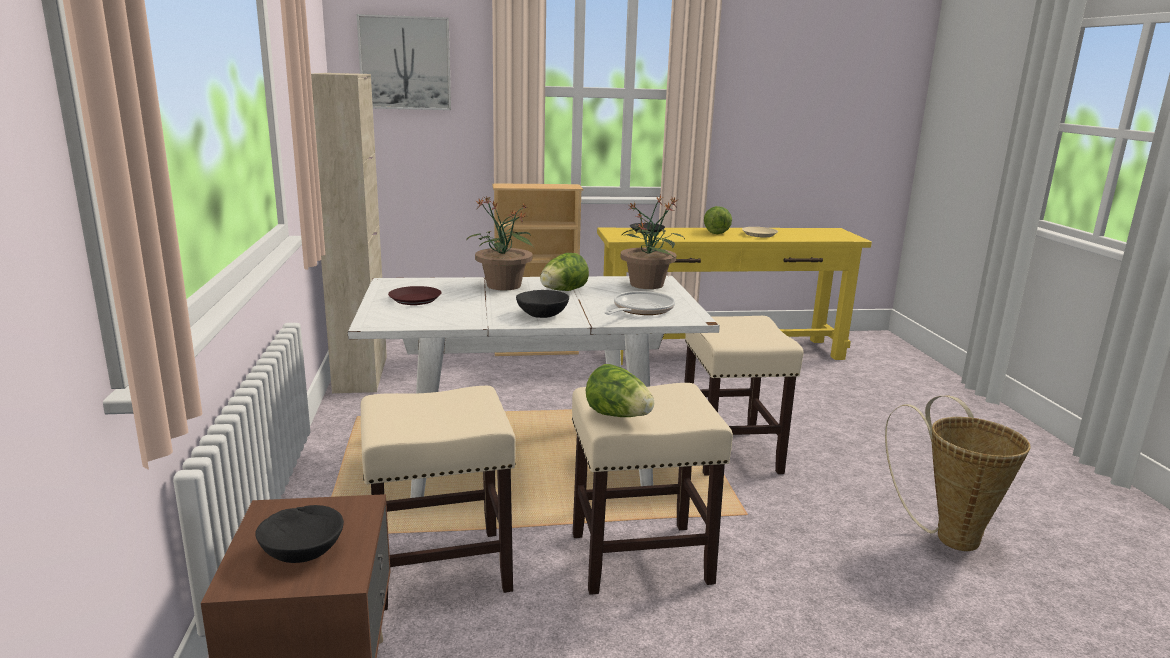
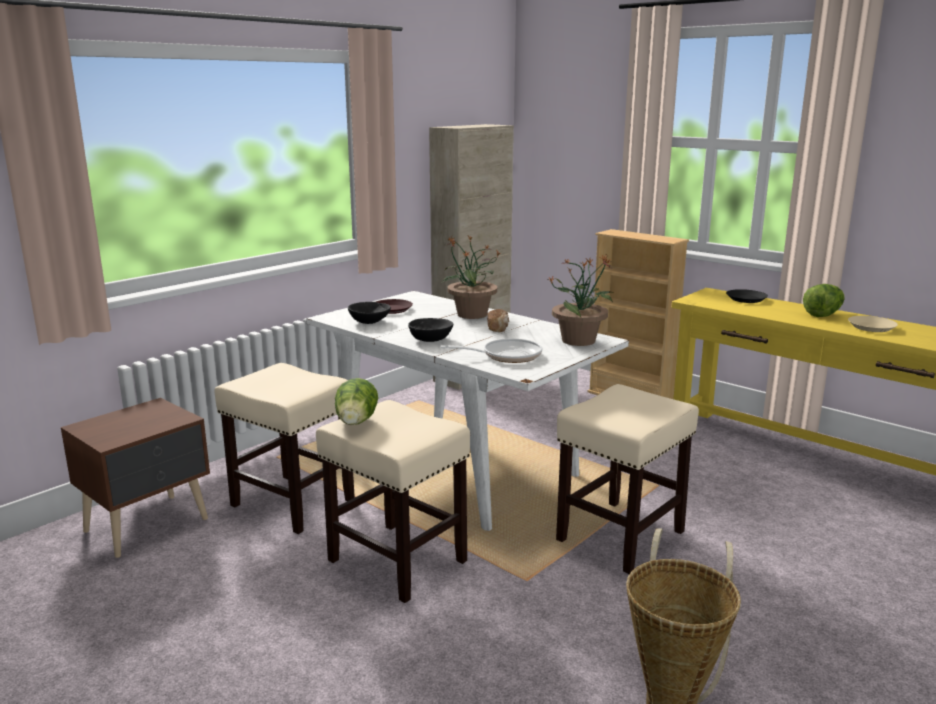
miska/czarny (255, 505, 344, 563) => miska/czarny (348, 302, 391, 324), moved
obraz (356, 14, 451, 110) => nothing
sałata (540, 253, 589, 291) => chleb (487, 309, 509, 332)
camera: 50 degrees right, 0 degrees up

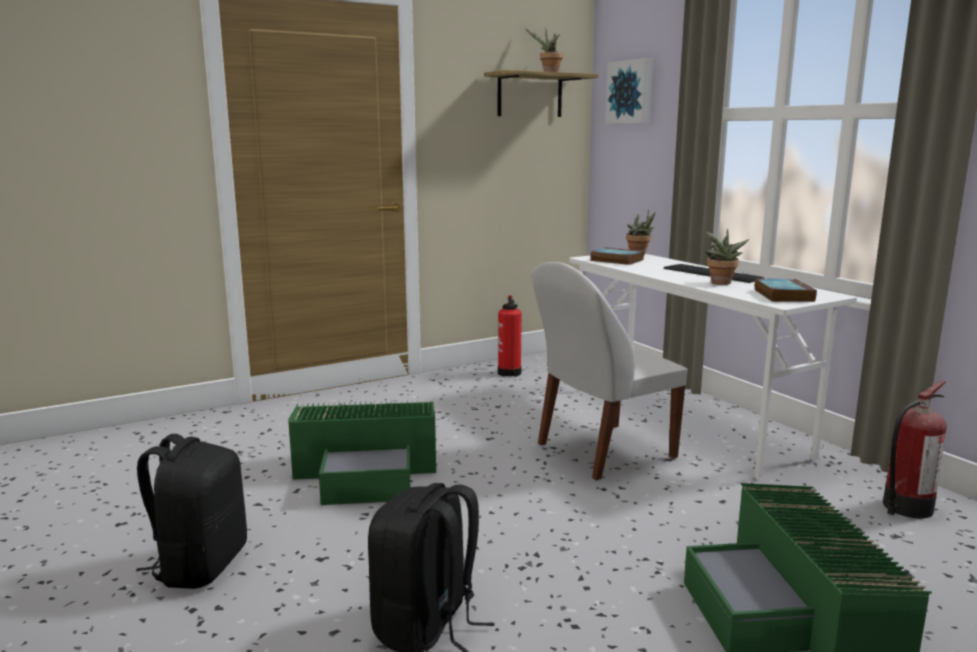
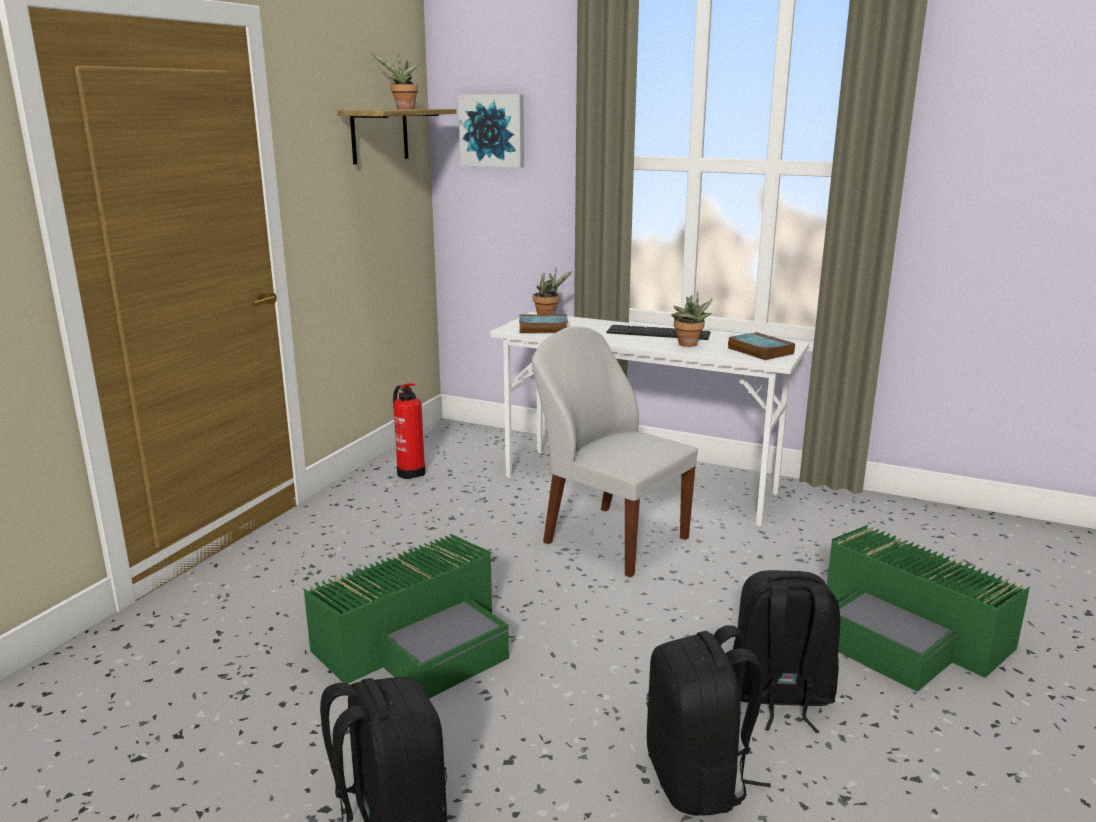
krzesło/biały (531, 262, 687, 480) => krzesło/biały (532, 327, 698, 578), 105 degrees clockwise
gaśnica (883, 381, 947, 518) => nothing
nothing => plecak/czarny (733, 570, 840, 733)
camera: 35 degrees left, 5 degrees up

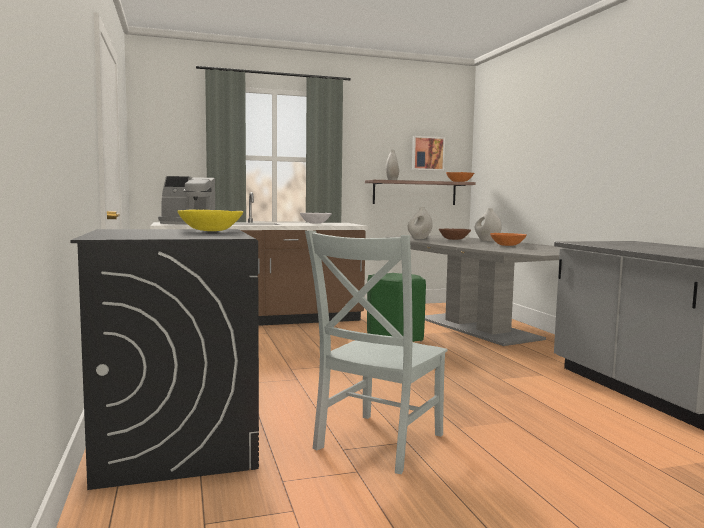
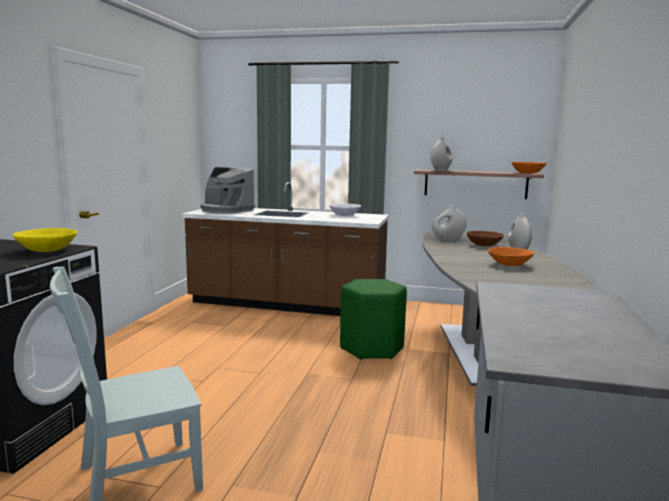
obraz (412, 136, 445, 171) => nothing
camera: 30 degrees right, 5 degrees up

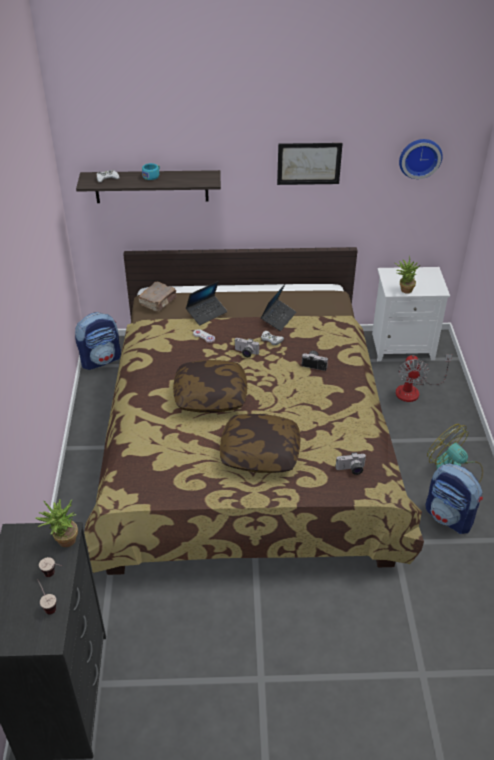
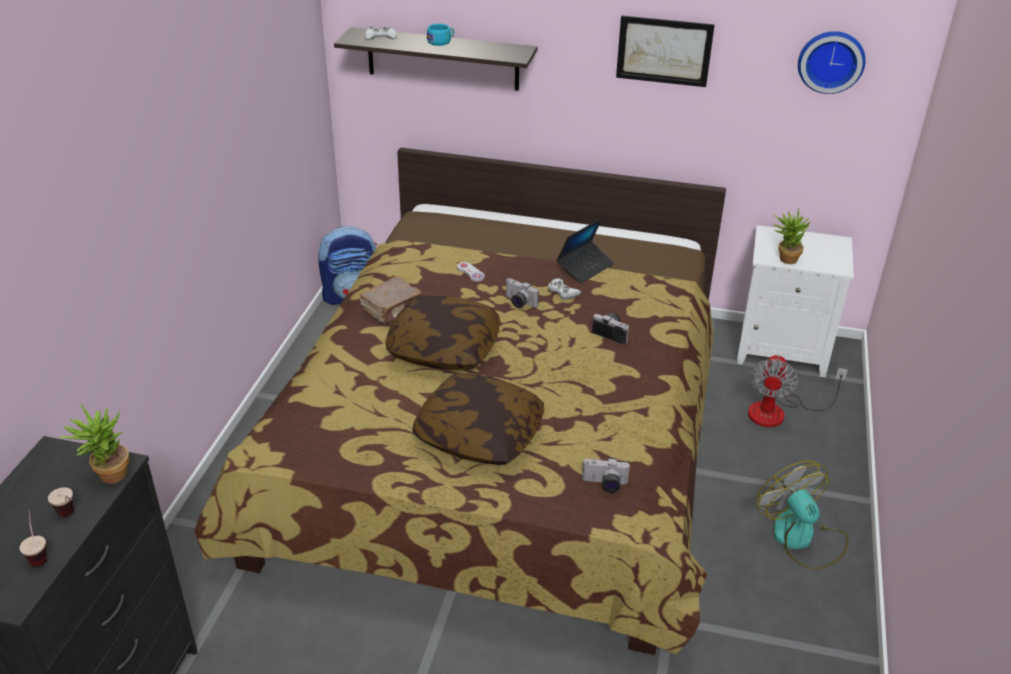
książka/brązowy (139, 282, 177, 312) => książka/brązowy (360, 276, 422, 323), moved
laptop (186, 281, 227, 325) => nothing
plecak (426, 463, 483, 534) => nothing
camera: 15 degrees right, 5 degrees down

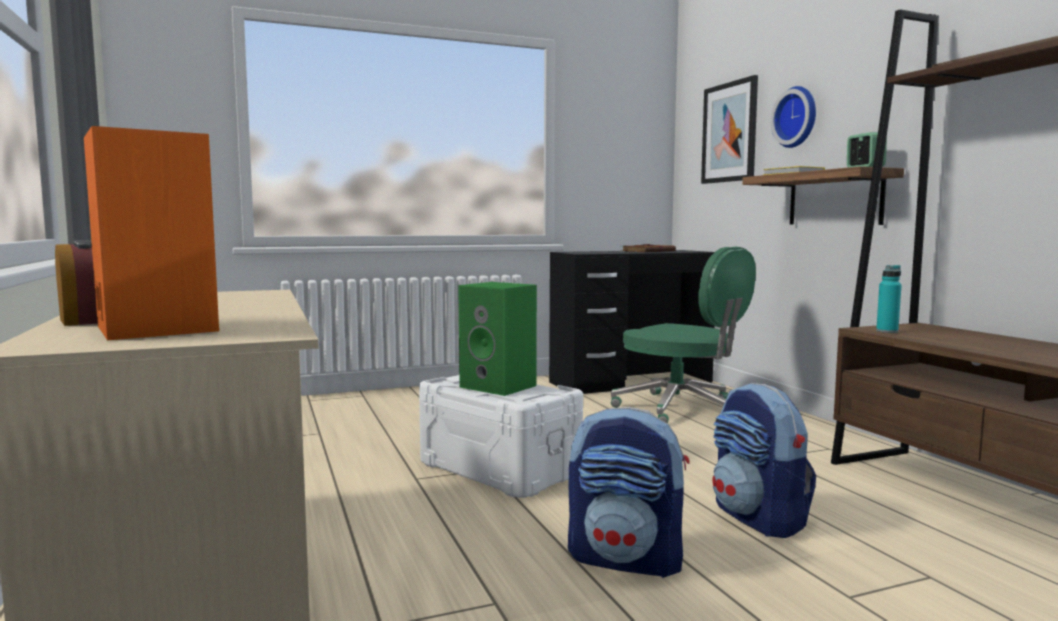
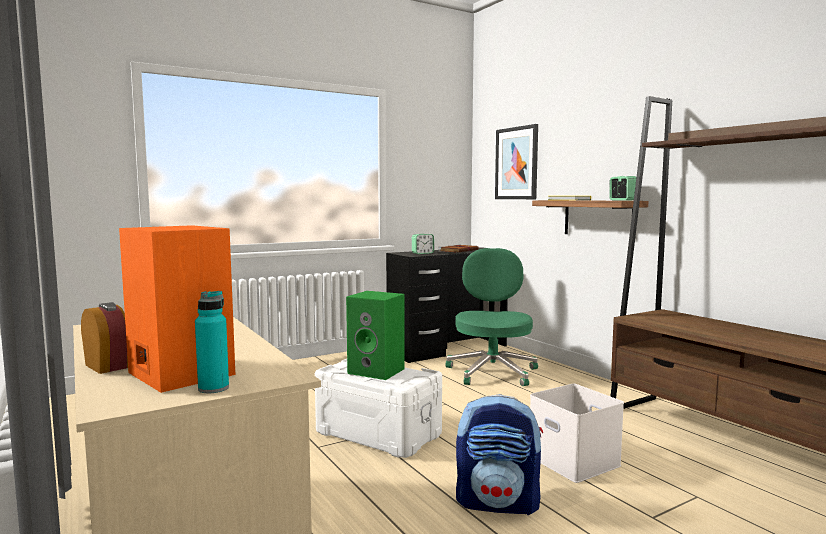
krzesło biurowe/zielony (611, 247, 756, 423) => krzesło biurowe/zielony (446, 248, 538, 386), 120 degrees counterclockwise
plecak (713, 383, 816, 538) => pojemnik do przechowywania/biały (530, 384, 624, 483)
zegar ścienny (771, 86, 816, 148) => nothing
butelka/turkusowy (876, 265, 902, 333) => butelka/turkusowy (195, 291, 229, 393), moved
nothing => budzik (412, 234, 434, 254)
camera: 10 degrees left, 0 degrees up

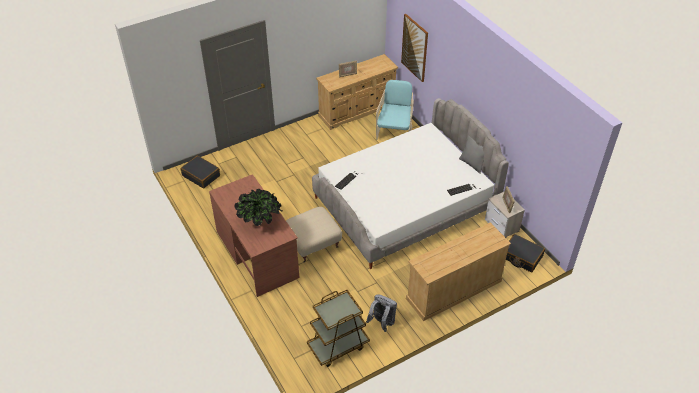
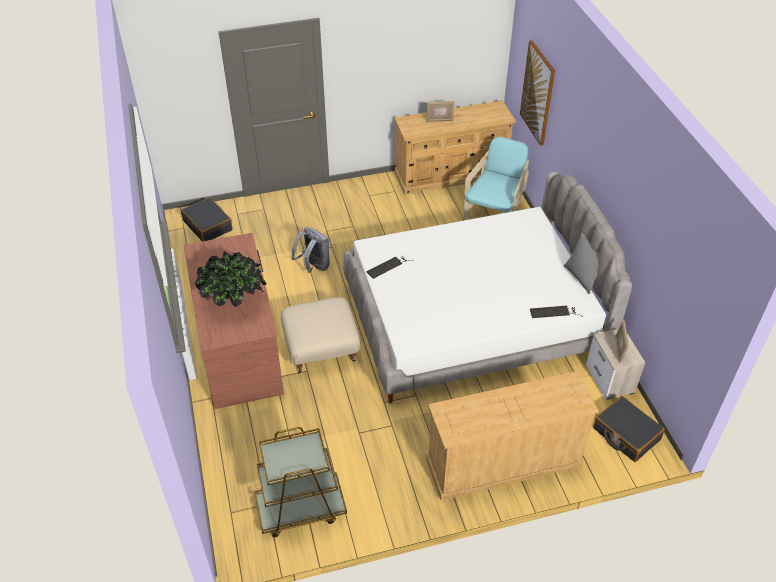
plecak/szary (366, 295, 397, 332) => plecak/szary (292, 227, 330, 273), moved
camera: 15 degrees right, 0 degrees up

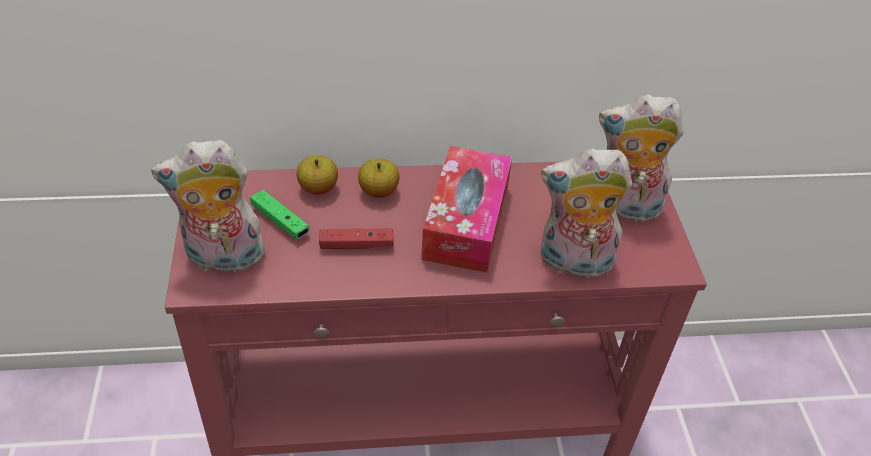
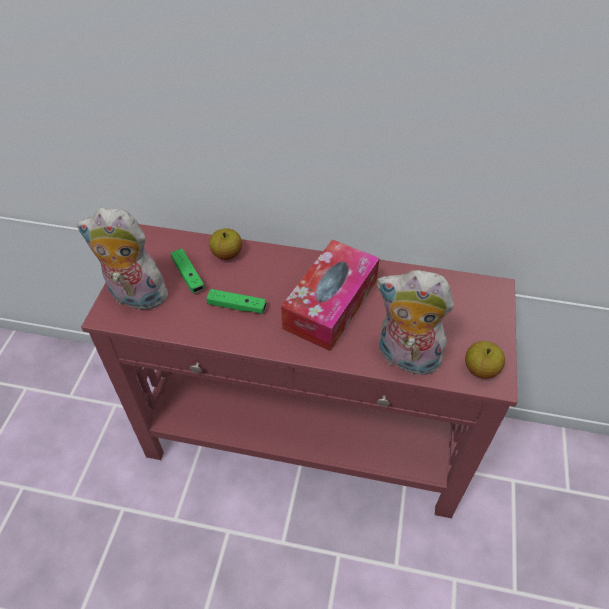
pad do gier/czerwony (319, 228, 394, 249) => pad do gier/zielony (206, 289, 267, 314)
jabłko (358, 159, 399, 198) => jabłko (465, 341, 505, 379), moved
pluszak (599, 94, 684, 222) => nothing
camera: 20 degrees right, 5 degrees up

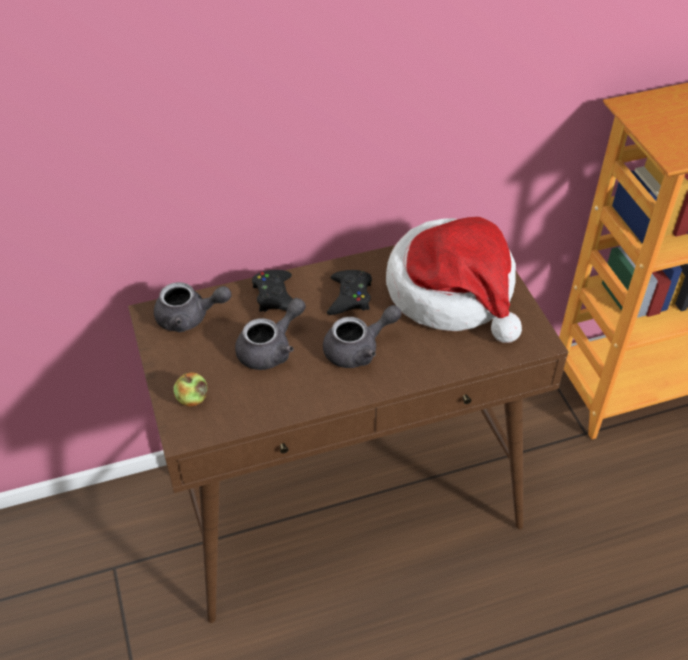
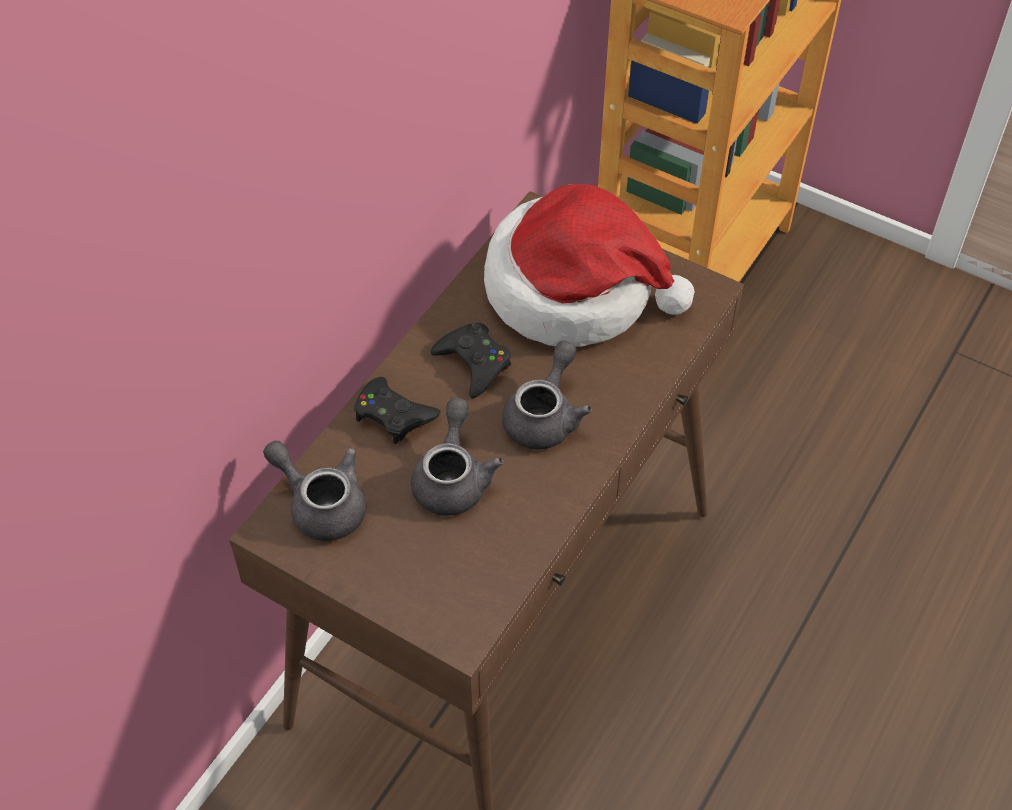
imbryk/szary (154, 282, 231, 332) => imbryk/szary (263, 441, 366, 541), 105 degrees counterclockwise
jabłko (174, 372, 208, 406) => nothing
camera: 40 degrees left, 5 degrees up

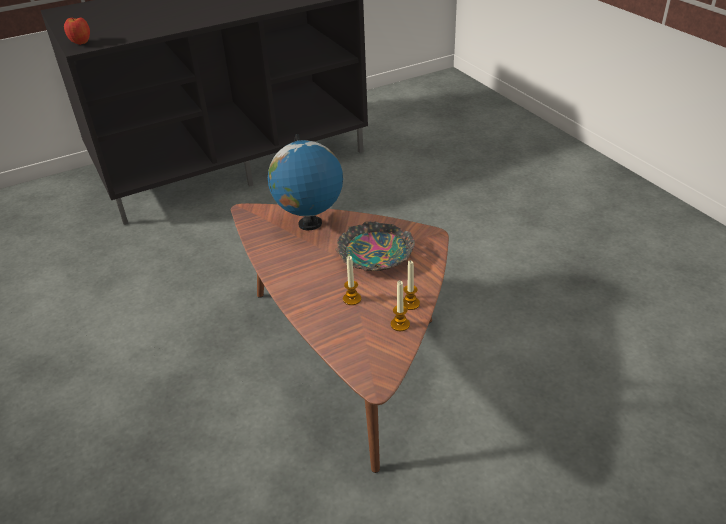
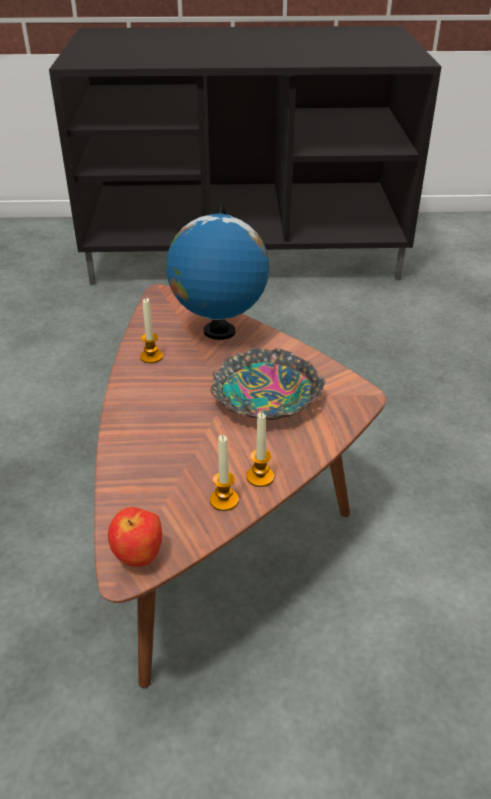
jabłko (64, 17, 90, 45) => jabłko (108, 507, 162, 567), moved
świeca (343, 256, 361, 305) => świeca (140, 298, 163, 363), moved
camera: 25 degrees right, 0 degrees up

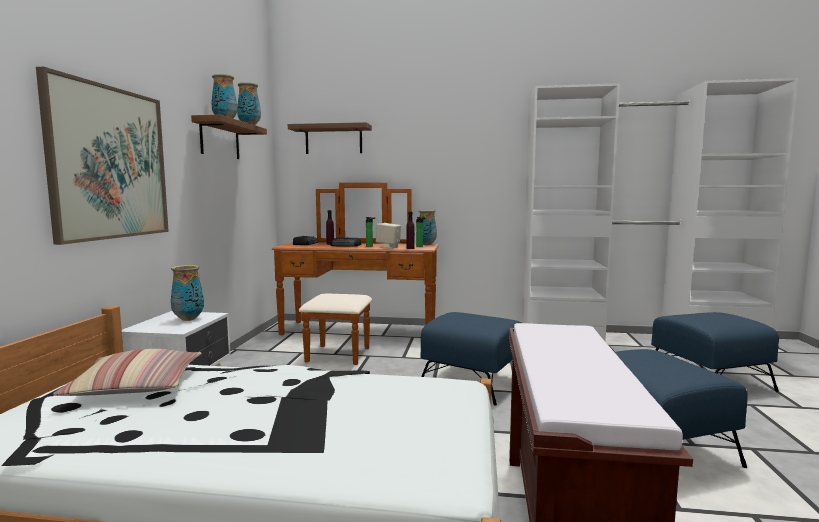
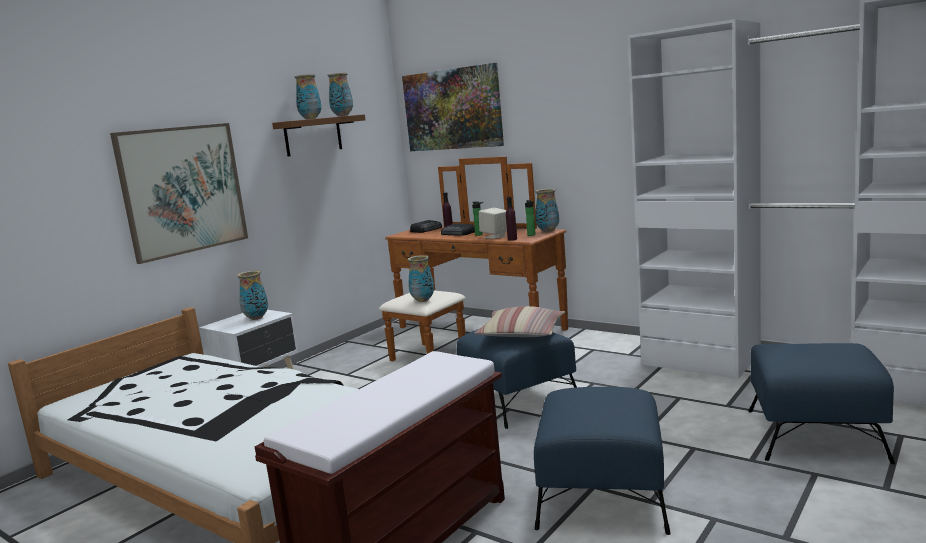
poduszka (53, 349, 202, 396) => poduszka (474, 306, 565, 337), moved
półka/brązowy (288, 122, 372, 154) => obraz (402, 63, 504, 151)
nothing => wazon (408, 255, 434, 302)
camera: 30 degrees right, 5 degrees up

